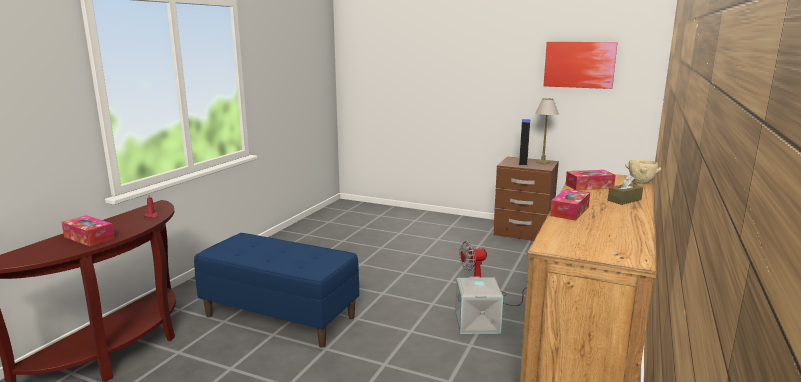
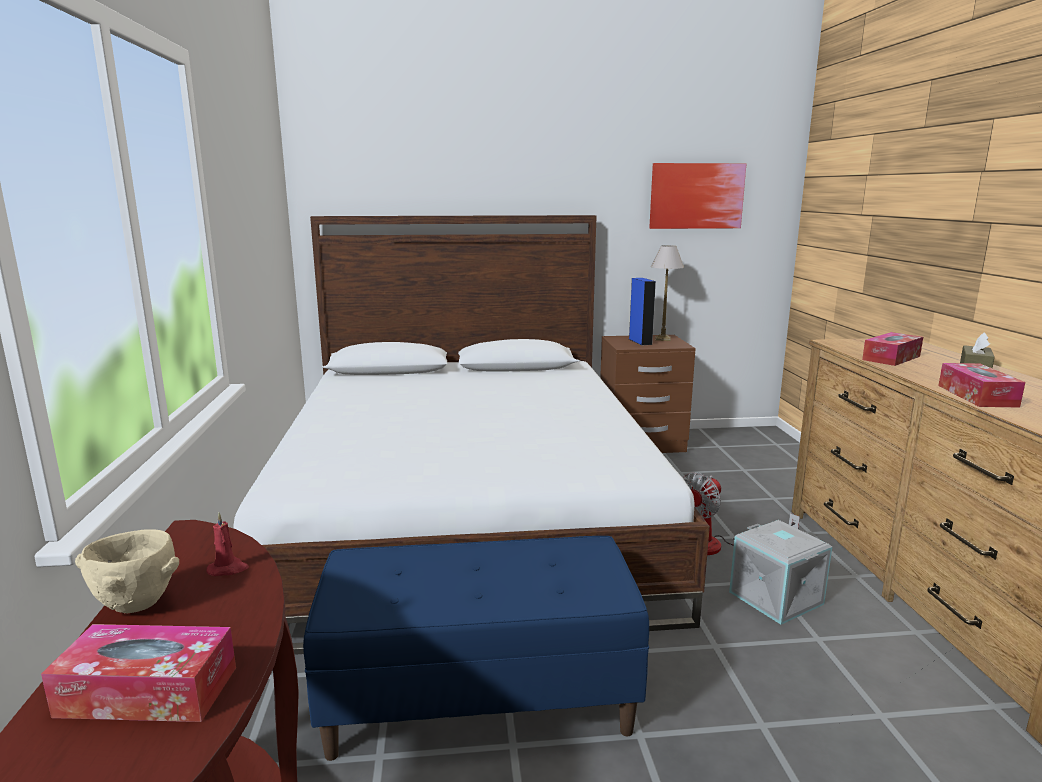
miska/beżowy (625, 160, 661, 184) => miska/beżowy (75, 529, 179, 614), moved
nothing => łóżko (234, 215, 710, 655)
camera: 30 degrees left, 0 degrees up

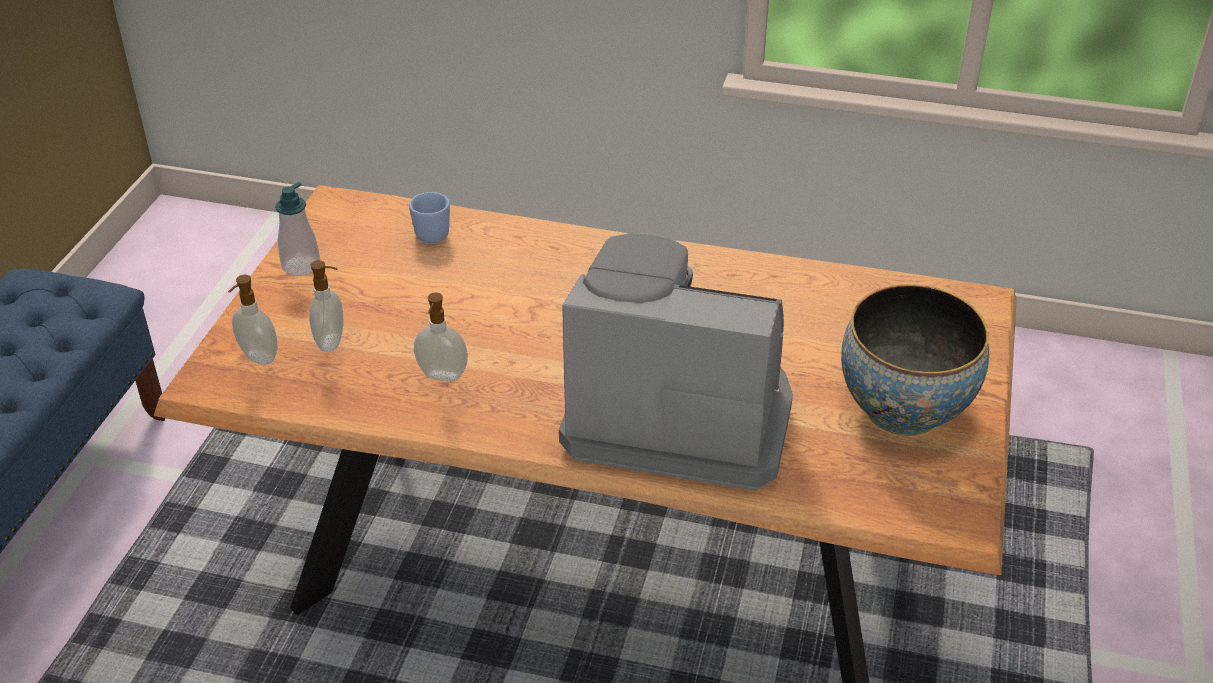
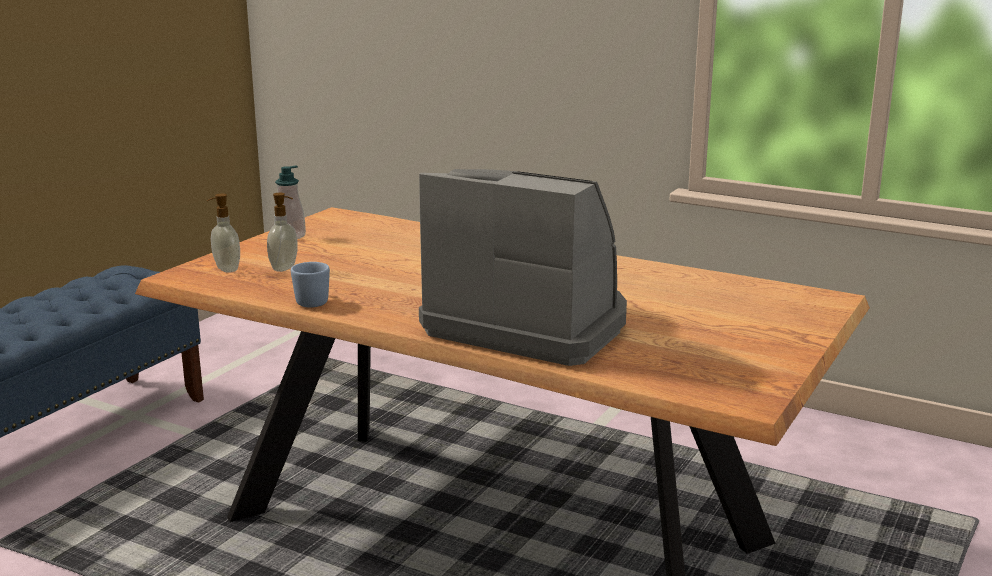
kubek/niebieski (409, 192, 450, 243) => kubek/niebieski (291, 262, 330, 307), moved
dozownik mydła (414, 293, 468, 381) => nothing
miska (841, 284, 989, 436) => nothing
camera: 15 degrees right, 20 degrees down

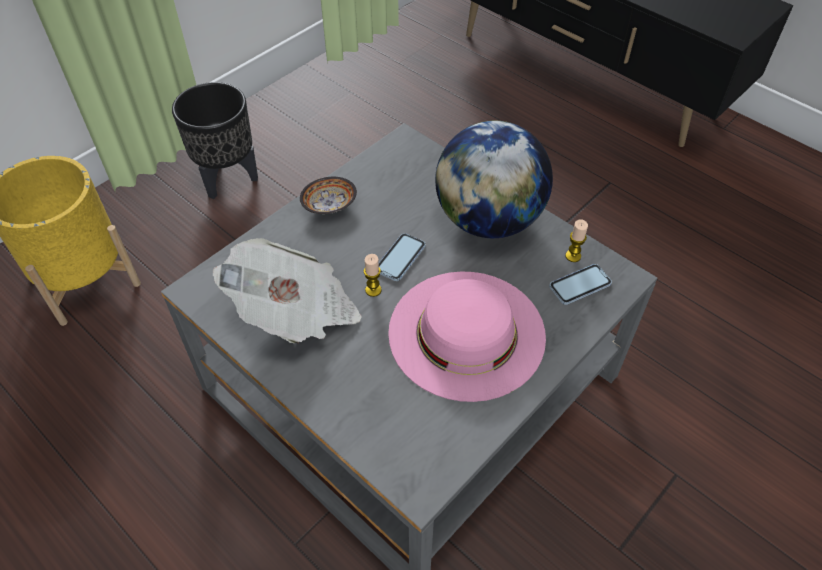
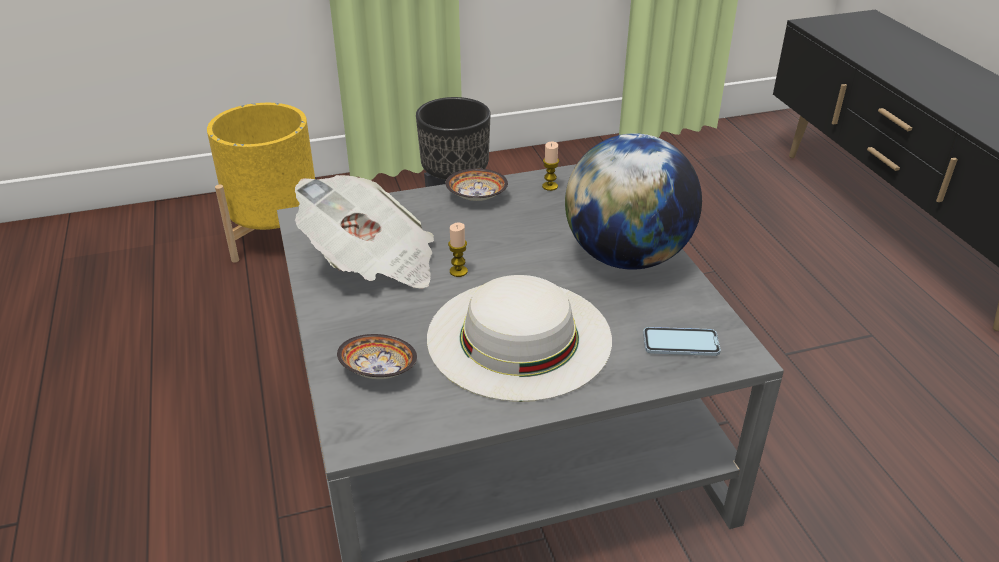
telefon (379, 233, 426, 281) => nothing
kapelusz/różowy (388, 272, 546, 402) => kapelusz/biały (427, 275, 612, 402)
świeca (565, 220, 588, 262) => świeca (542, 142, 559, 191), moved
nothing => miska (337, 334, 417, 379)
camera: 30 degrees right, 15 degrees down

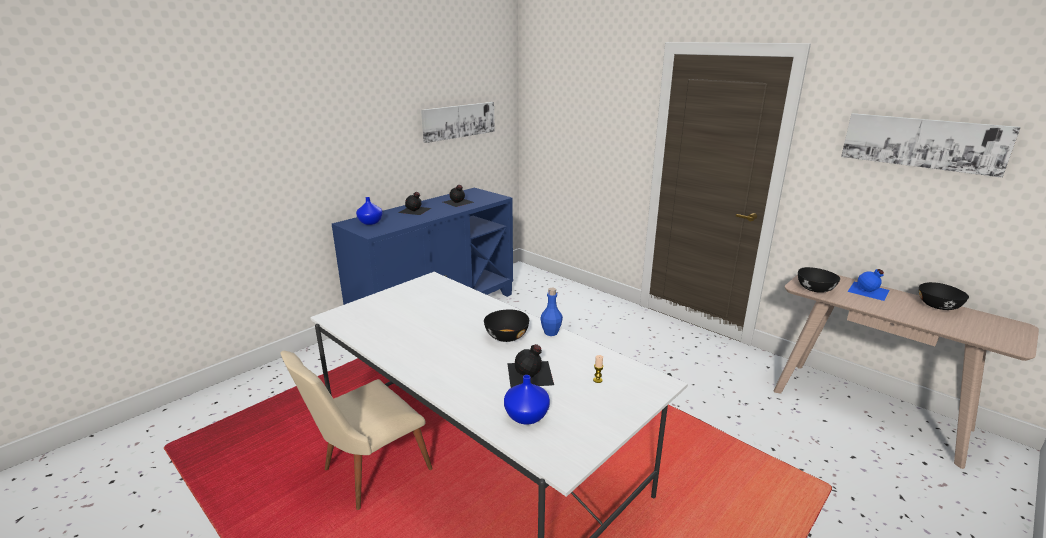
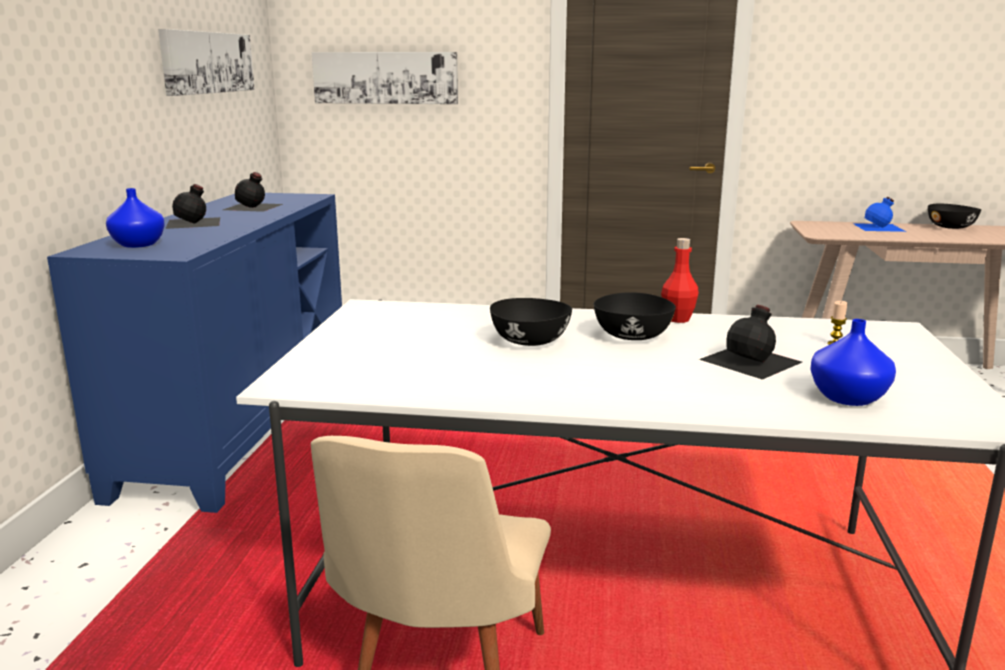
butelka/niebieski (540, 288, 563, 336) => butelka/czerwony (661, 238, 699, 323)
miska/czarny (798, 267, 840, 293) => miska/czarny (490, 298, 572, 346), moved
obraz (841, 113, 1021, 178) => obraz (312, 52, 458, 104), moved
camera: 35 degrees left, 5 degrees down

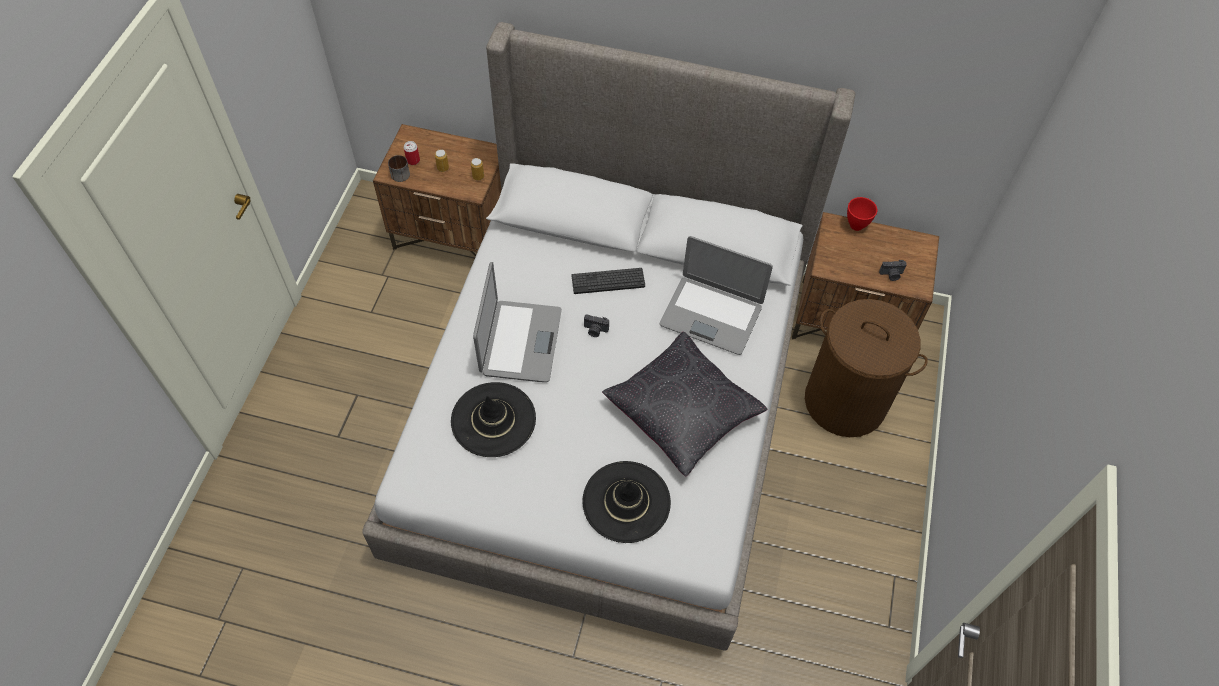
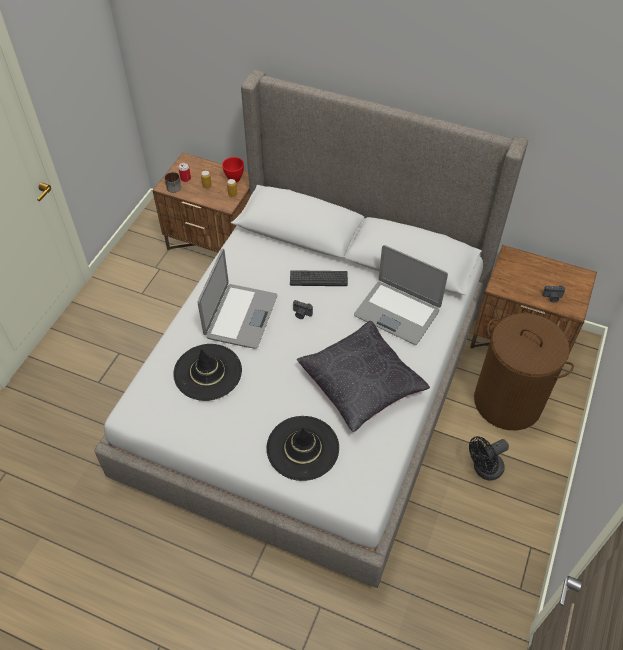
miska/czerwony (847, 197, 877, 231) => miska/czerwony (222, 157, 244, 183), moved
nothing => wentylator/czarny (469, 436, 509, 481)
camera: 10 degrees right, 5 degrees down

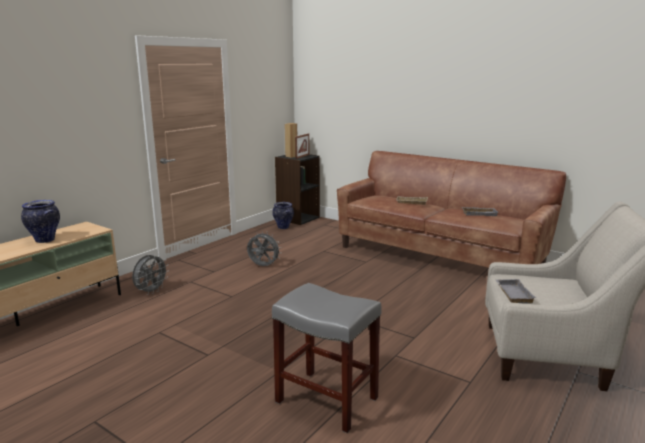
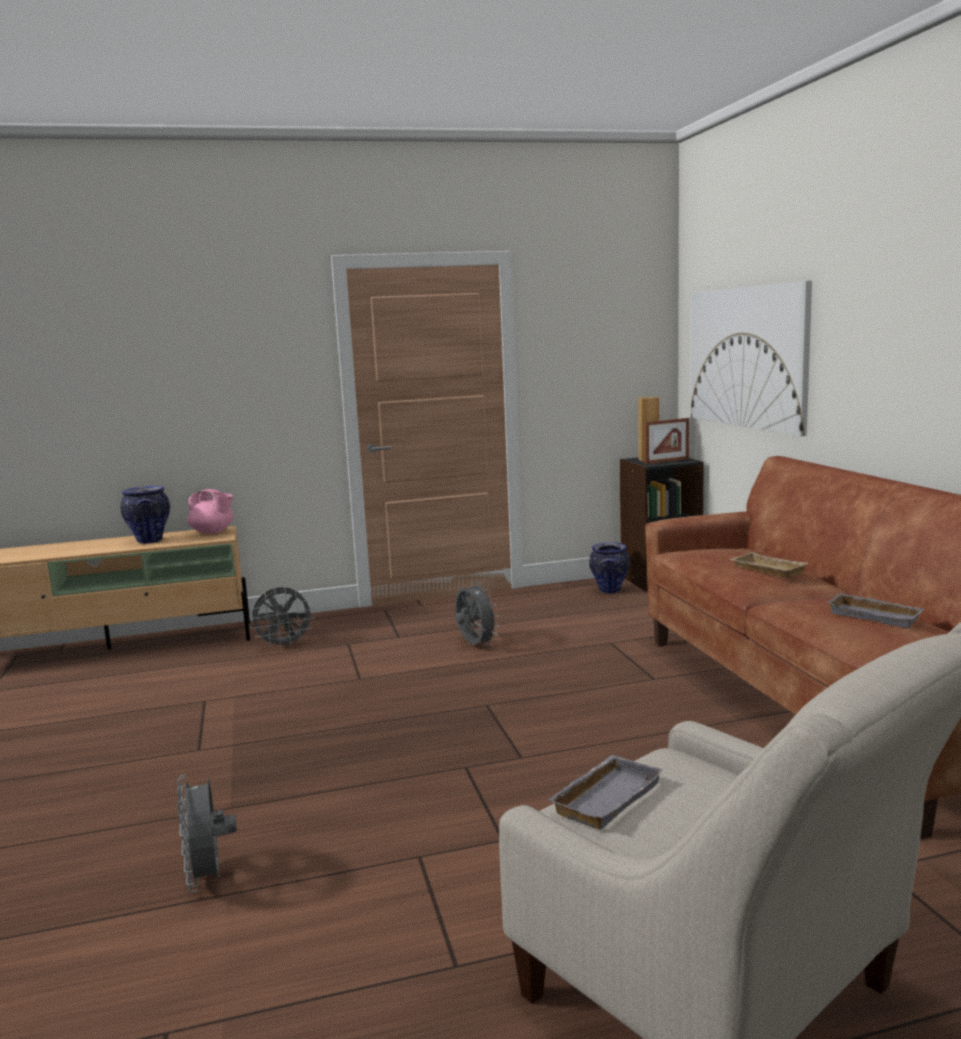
stołek/szary (272, 283, 382, 433) => wentylator/szary (177, 774, 237, 892)
nothing => imbryk/różowy (187, 489, 233, 534)
nothing => obraz (691, 281, 812, 436)
camera: 40 degrees right, 5 degrees down

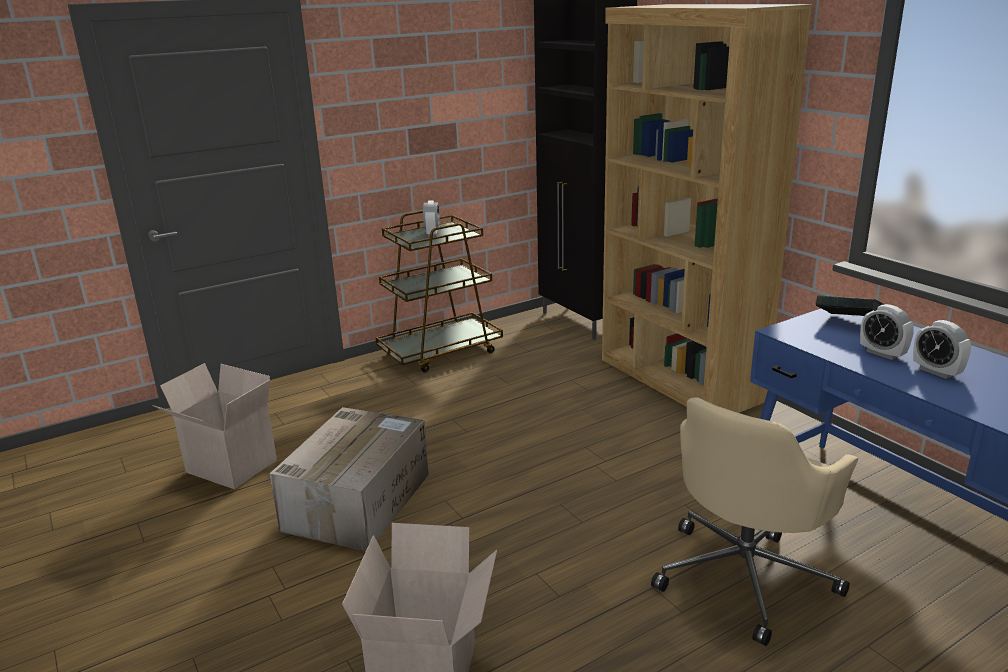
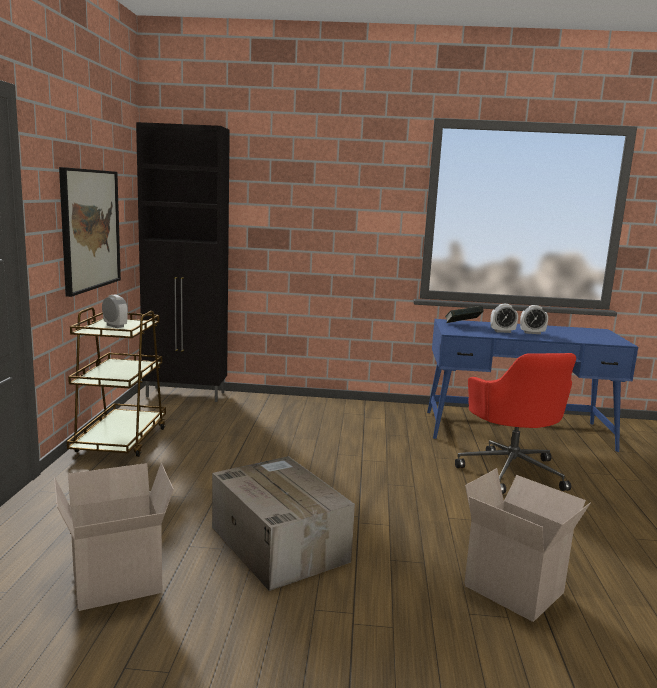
regał/brązowy (602, 4, 812, 413) => nothing
krzesło biurowe/beżowy (651, 397, 858, 646) => krzesło biurowe/czerwony (455, 353, 576, 494)
nothing => obraz (59, 167, 121, 297)
camera: 55 degrees left, 10 degrees down

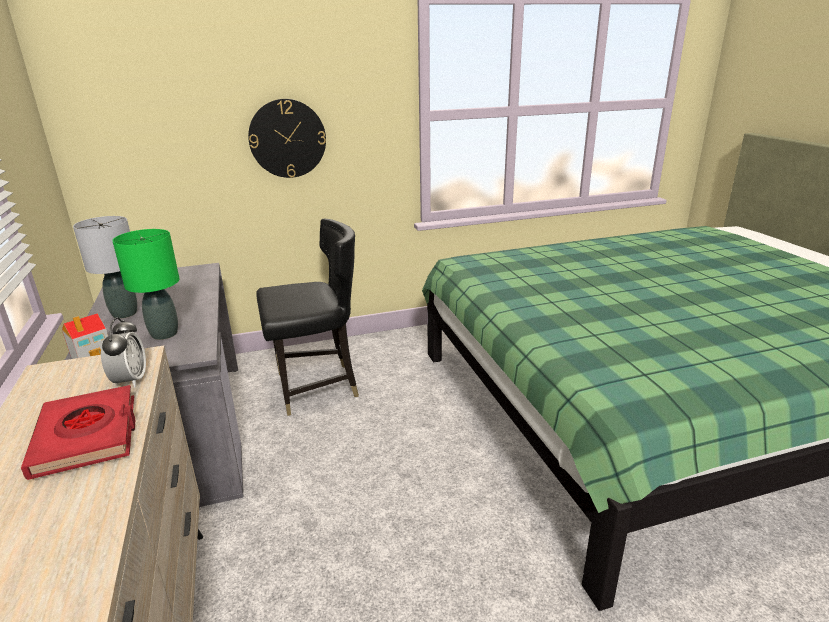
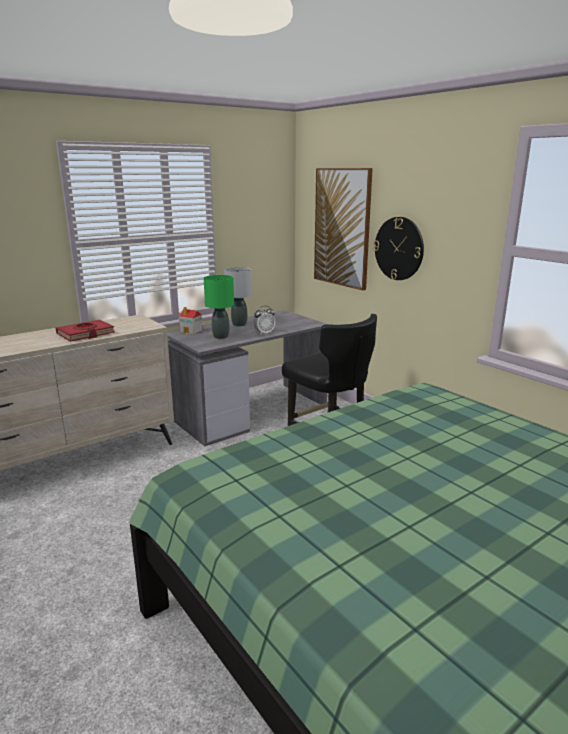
budzik (101, 317, 146, 388) => budzik (254, 306, 275, 334), moved
nothing => obraz (314, 168, 373, 291)
camera: 70 degrees right, 5 degrees down

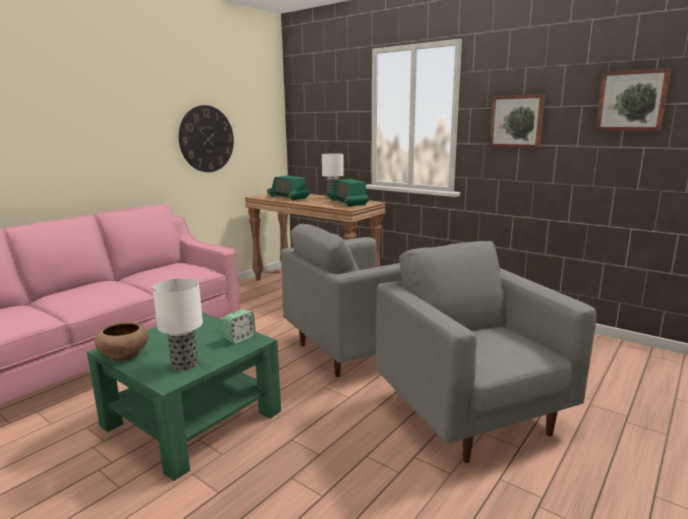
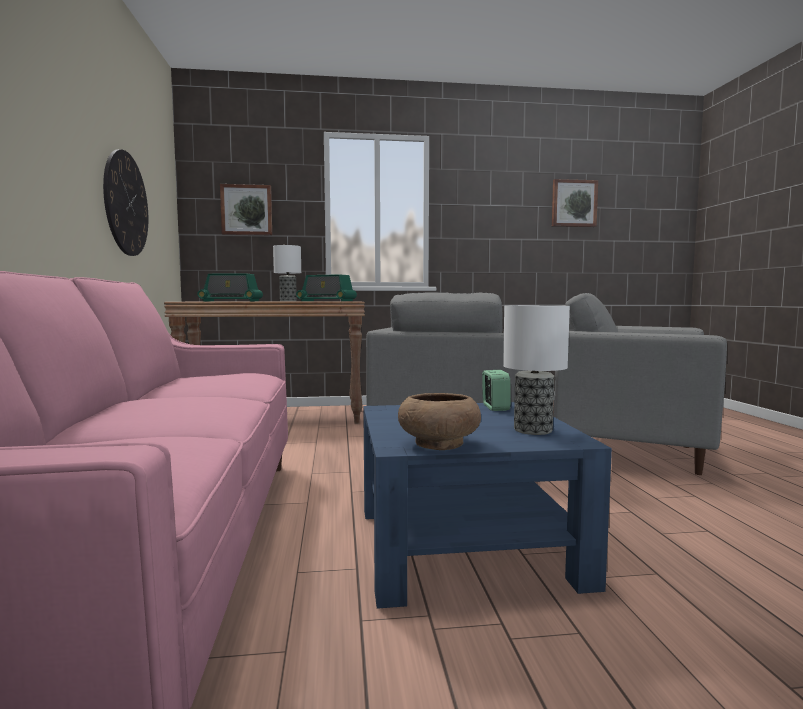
ława/zielony (87, 312, 281, 481) => ława/niebieski (363, 402, 612, 609)
obraz (489, 94, 545, 148) => obraz (220, 184, 272, 235), moved
camera: 45 degrees left, 10 degrees down

